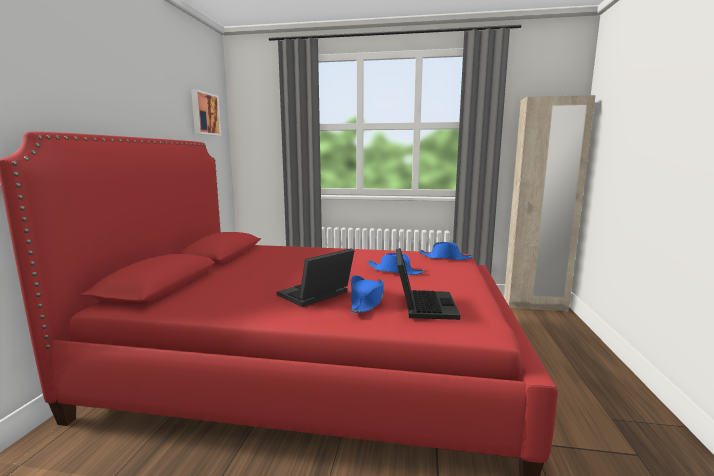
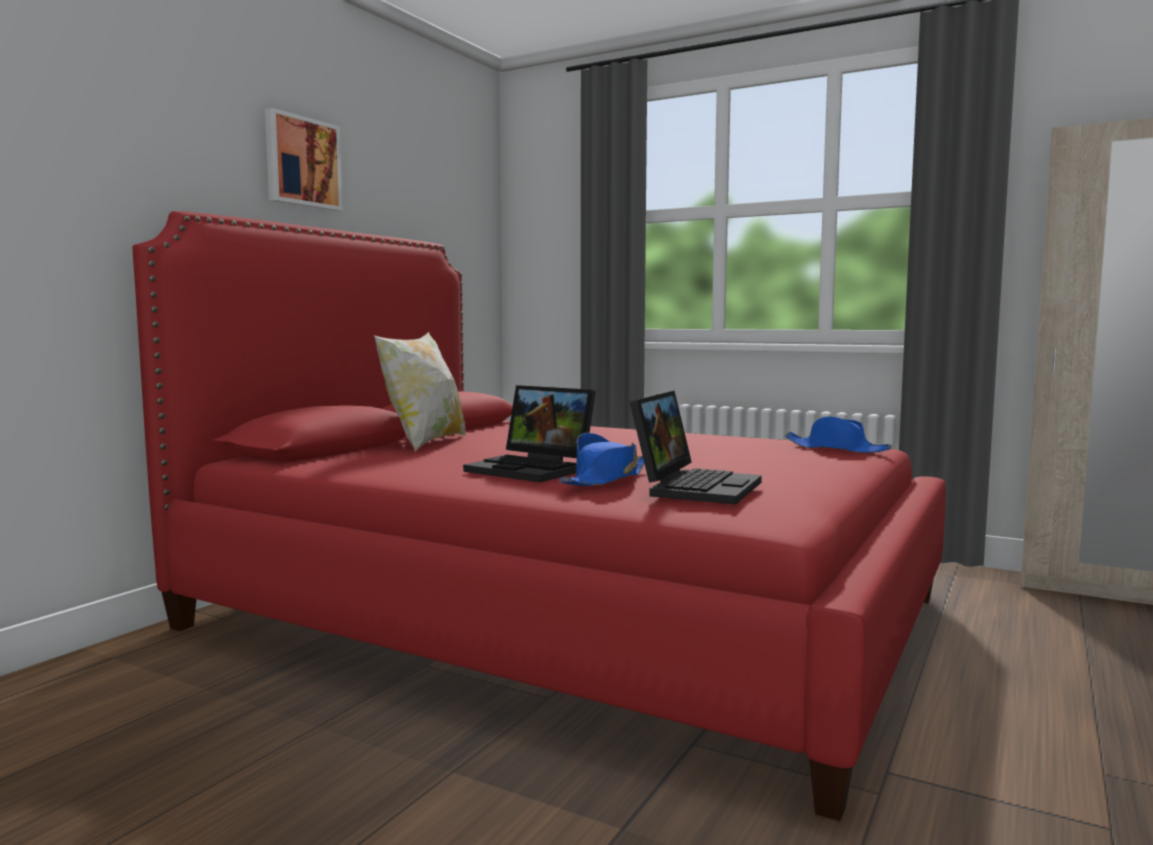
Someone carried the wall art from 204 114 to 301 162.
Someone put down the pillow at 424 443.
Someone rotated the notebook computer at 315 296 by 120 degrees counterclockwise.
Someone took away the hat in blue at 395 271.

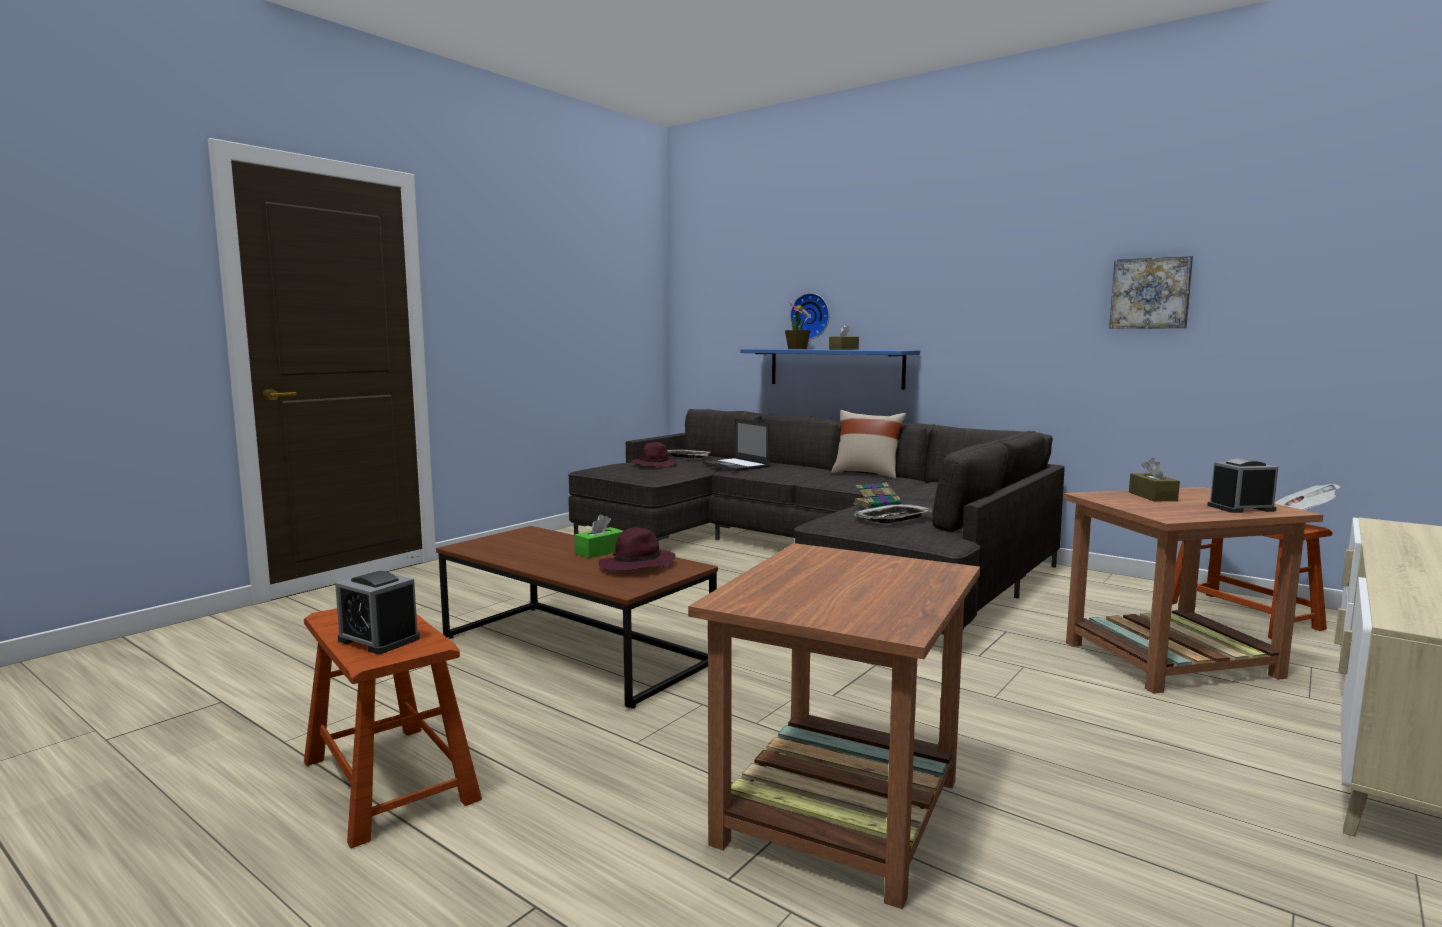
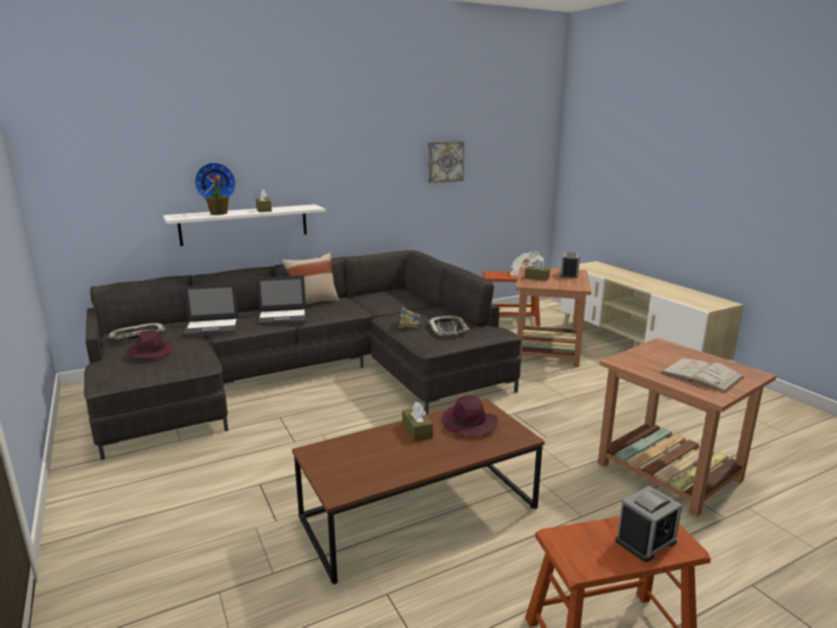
Someone repainted the shelf in blue at 835 368, which became the shelf in white at 244 224.
Someone put down the notebook computer at 283 317.
Someone repainted the box of tissues in green at 600 551, which became the box of tissues in brown at 417 431.
Someone put down the book in white at 701 375.

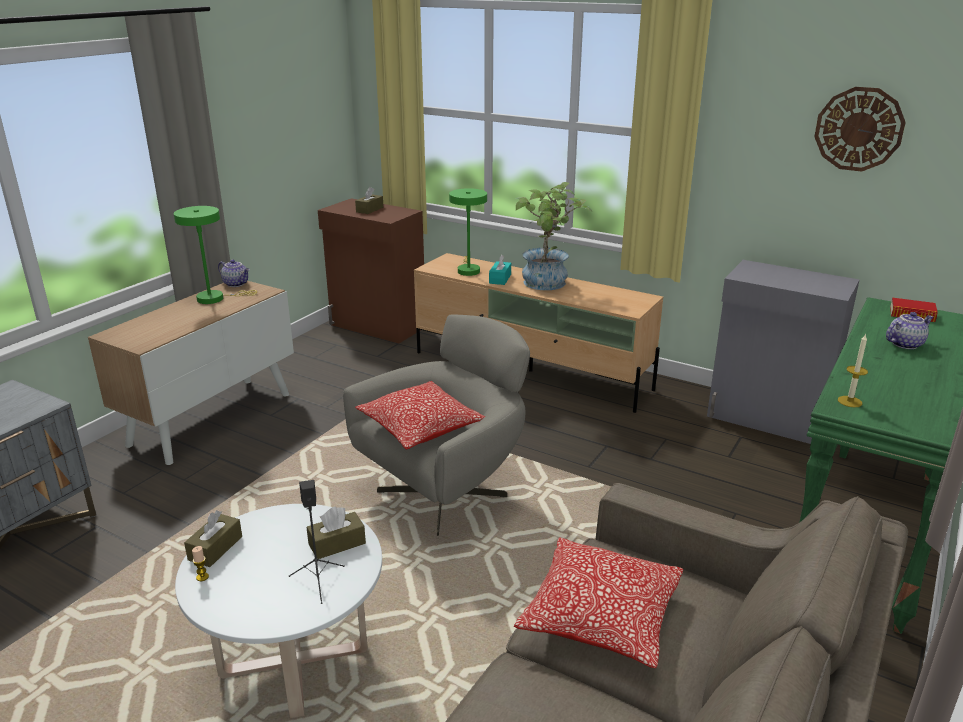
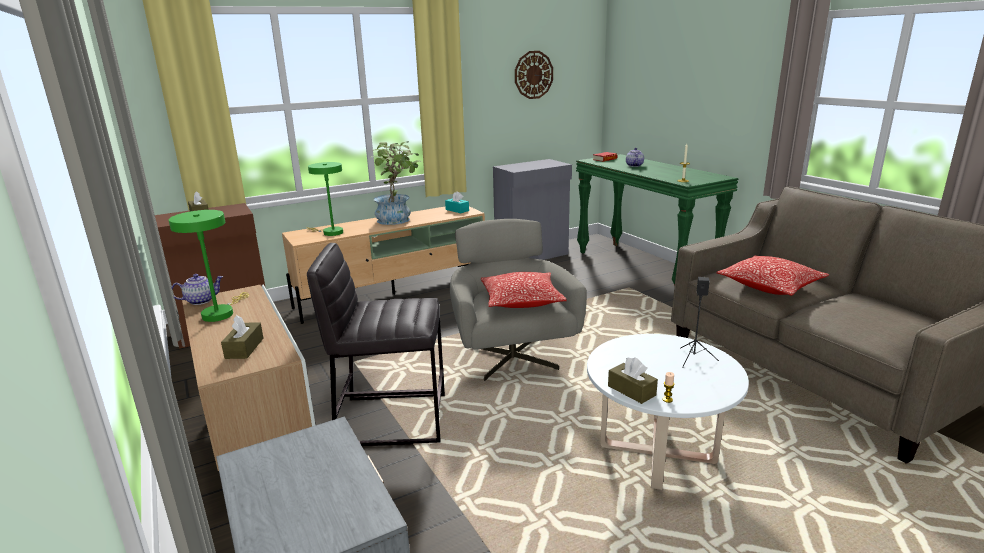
Someone carried the box of tissues in brown from 337 544 to 244 348.
Someone put down the stool seat in gray at 391 418.
Someone carried the box of tissues in turquoise-coloured from 500 279 to 457 210.

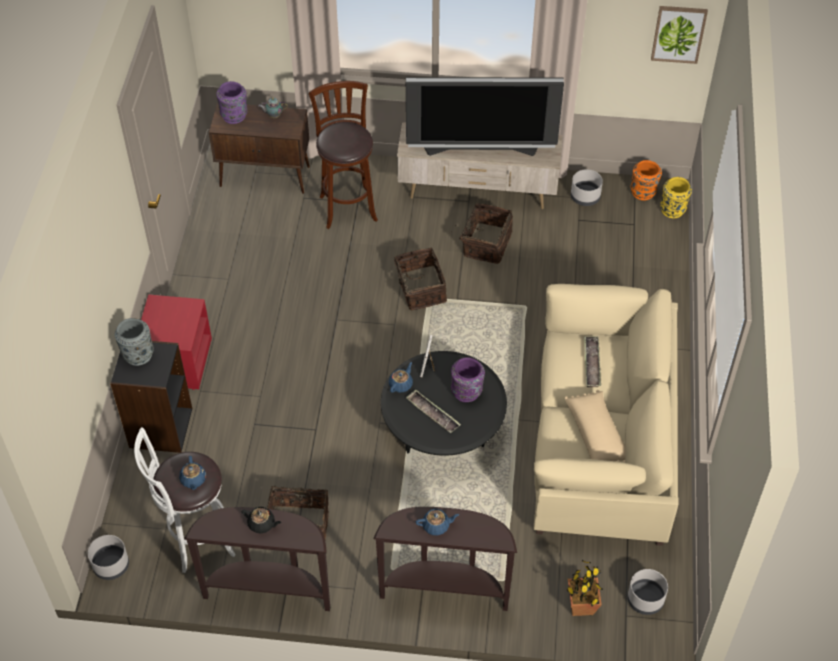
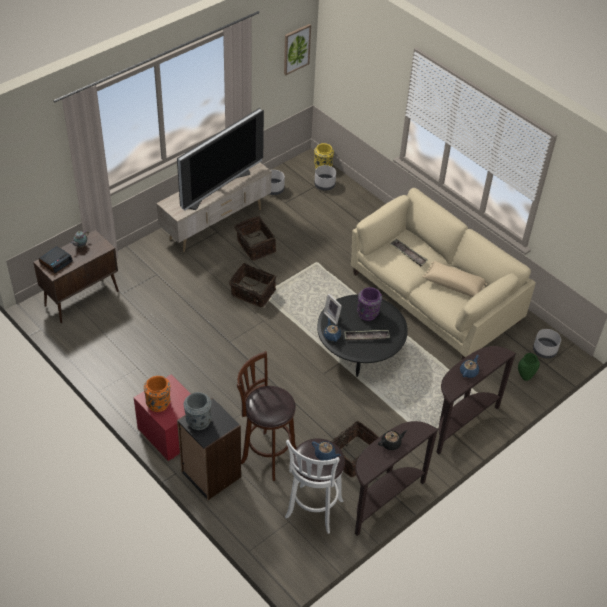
Someone swapped the flower vase in purplish at 234 116 for the alarm clock at 56 262.
Someone carried the flower vase in orangey from 643 192 to 159 403.
Someone carried the stool seat in brown from 347 206 to 266 454.
Someone carried the flower pot in gray from 111 565 to 324 185.
Someone swapped the potted plant at 581 606 for the flower vase in green at 525 377.

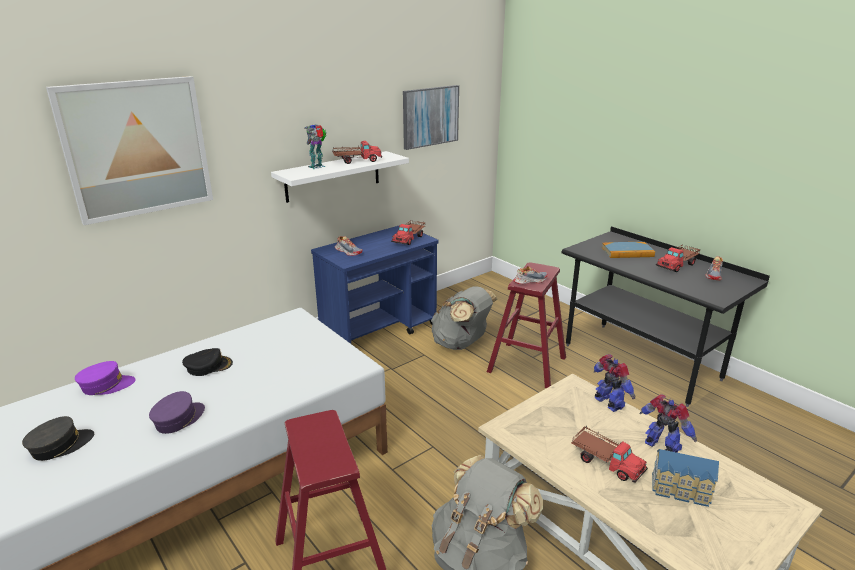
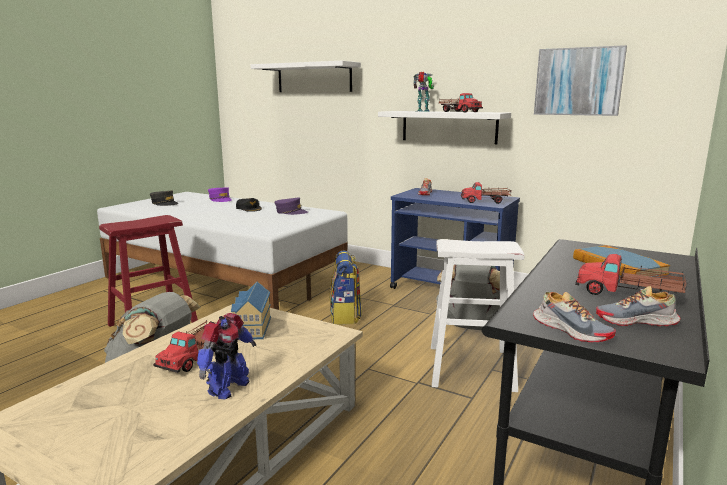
Someone carried the toy house from 681 490 to 251 328.
Someone swapped the wall art at 137 148 for the shelf in white at 314 78.
Someone carried the peaked cap in purplish from 179 419 to 291 212.
Someone put down the rucksack at 345 316.
Someone repainted the stool seat in reddish at 527 364, which became the stool seat in white at 470 367.
Someone carried the shoe from 530 281 to 571 330.
Someone took away the toy robot at 608 403.

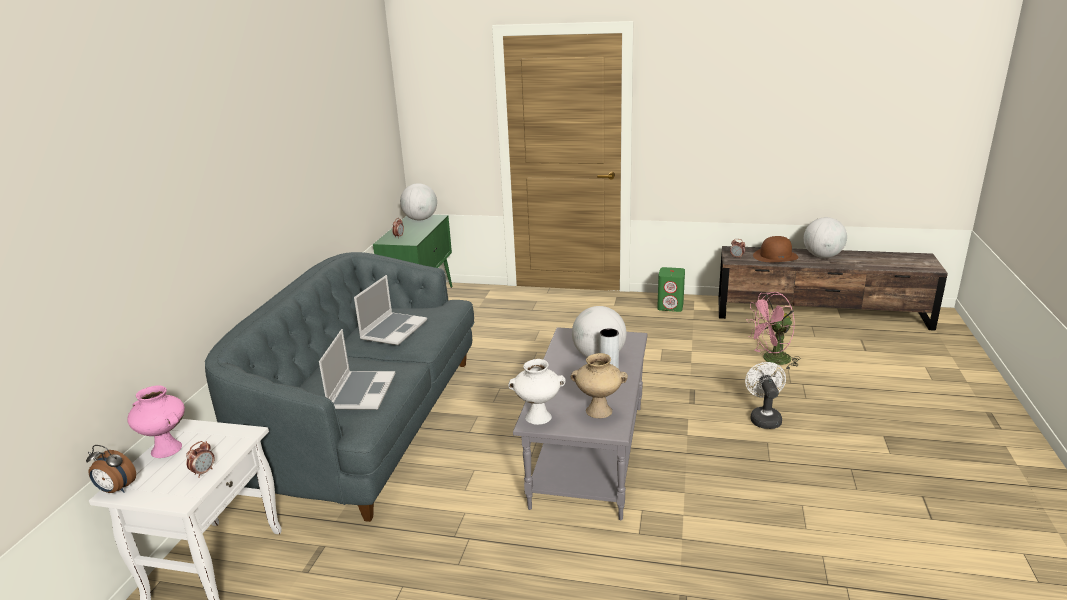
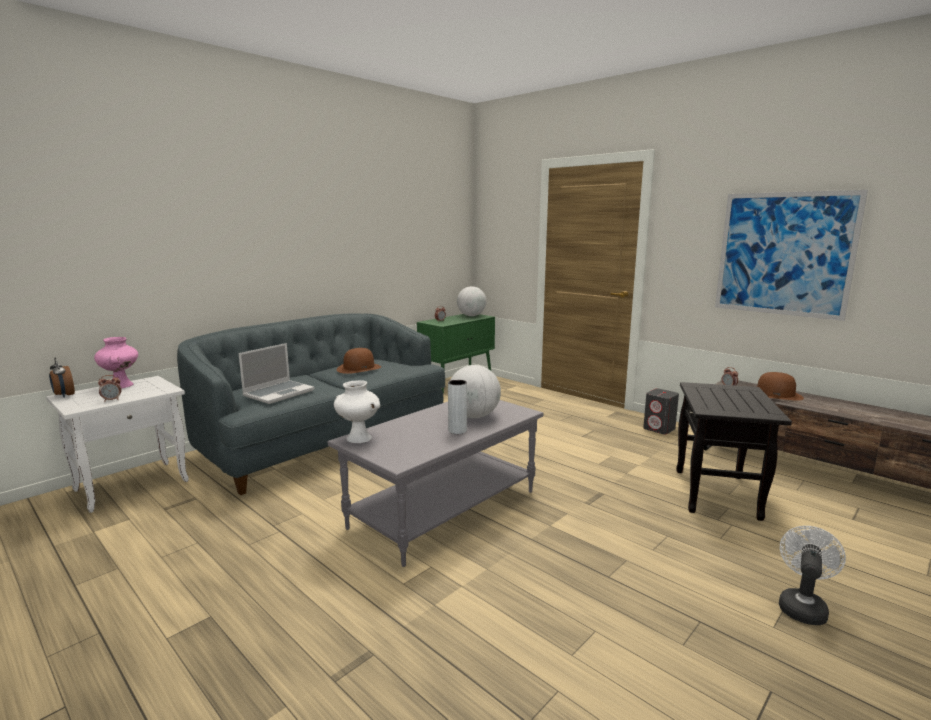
Someone swapped the notebook computer at 393 329 for the hat in brown at 359 368.
Someone repainted the audio speaker in green at 670 306, which became the audio speaker in gray at 659 429.
Someone swapped the fan in pink-coloured at 771 360 for the end table in blackish at 718 495.
Someone put up the wall art at 784 254.
Someone carried the fan in white from 764 418 to 802 606.
Someone took away the flower vase in beige at 598 411.
Someone took away the world globe at 822 256.

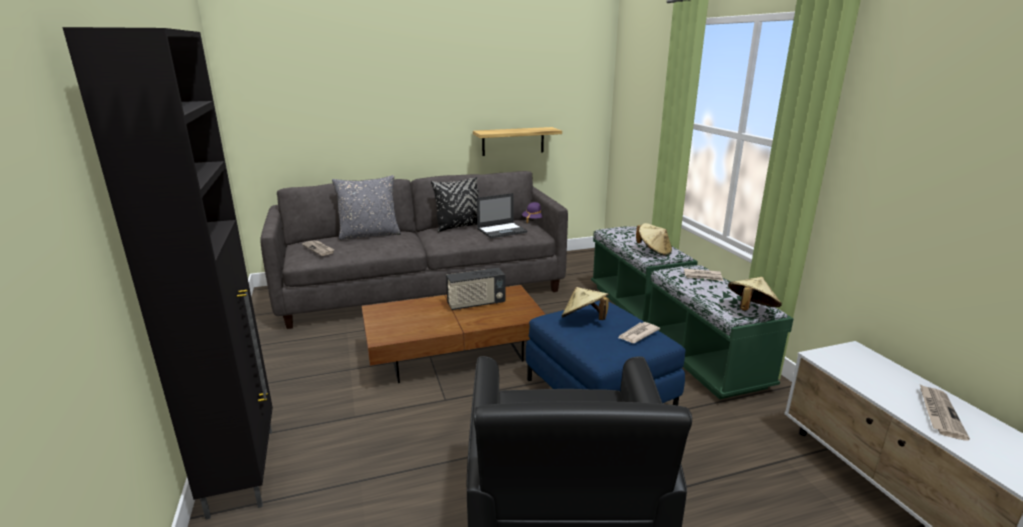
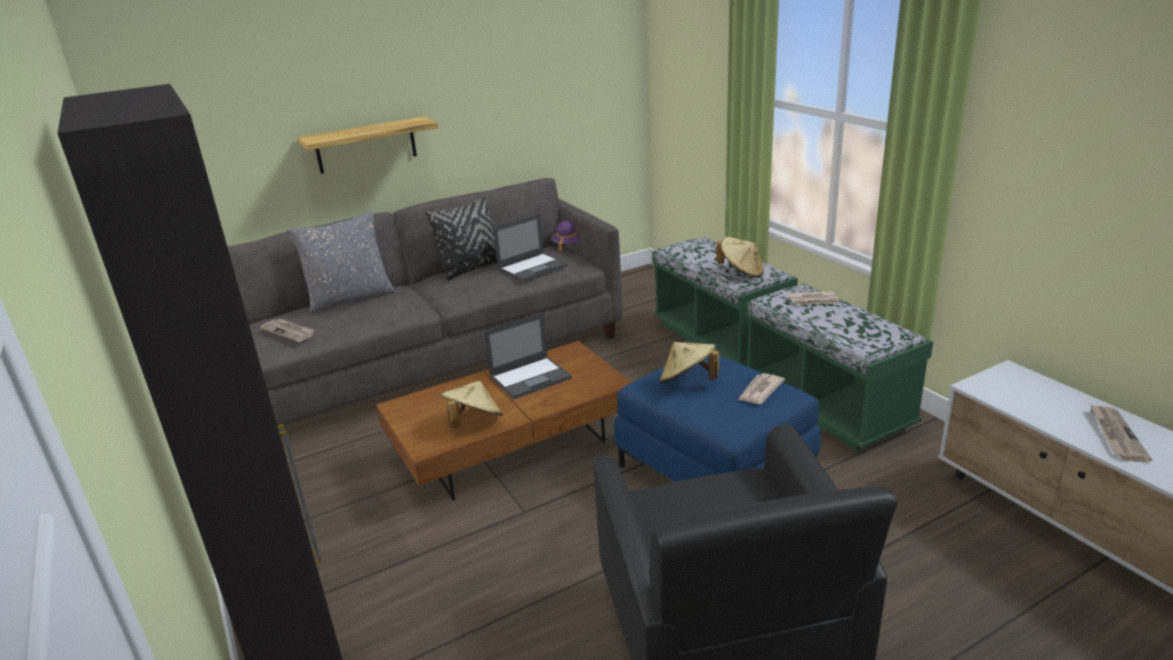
Someone carried the shelf from 513 141 to 366 145.
Someone carried the hat in beige from 750 310 to 473 422.
Someone swapped the radio set at 476 304 for the notebook computer at 531 377.

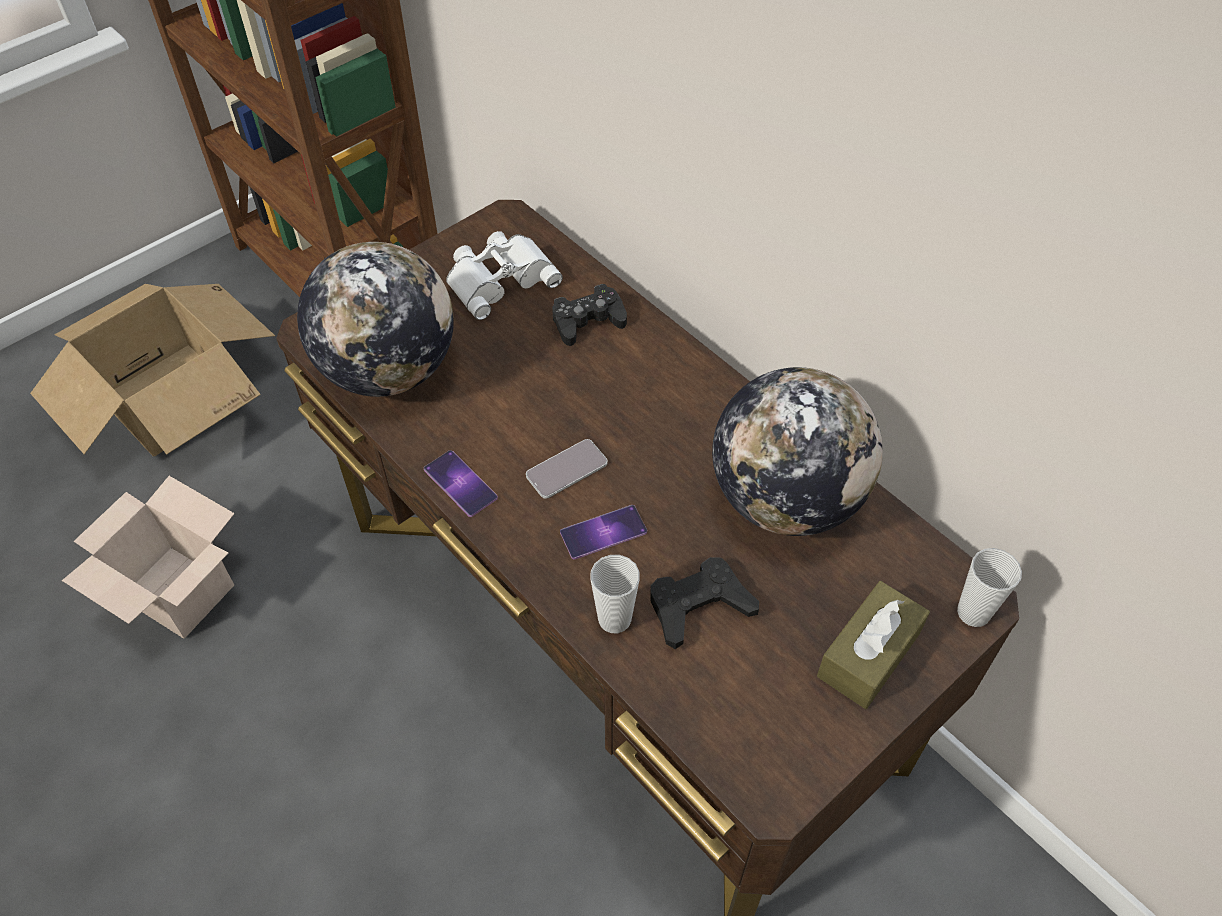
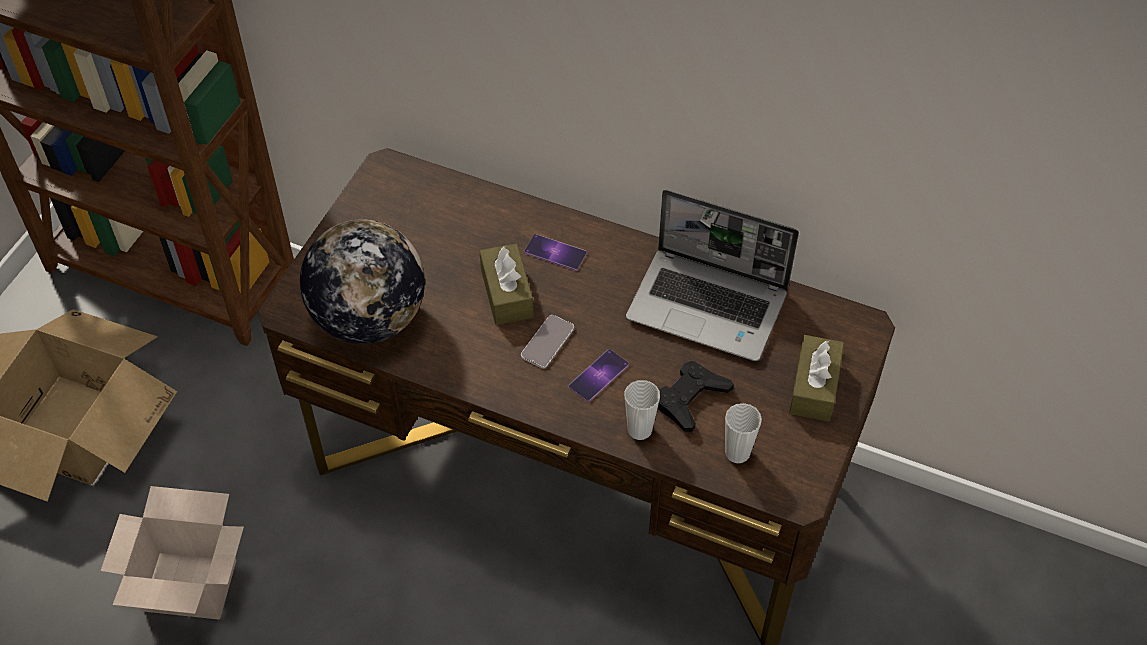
Someone put down the box of tissues in brown at 506 293.
Someone carried the handset from 460 483 to 555 252.
Someone swapped the world globe at 785 499 for the notebook computer at 709 306.
Someone carried the cup from 973 613 to 737 453.
Someone took away the binoculars in white at 499 278.
Someone took away the joypad in blackish at 588 321.

